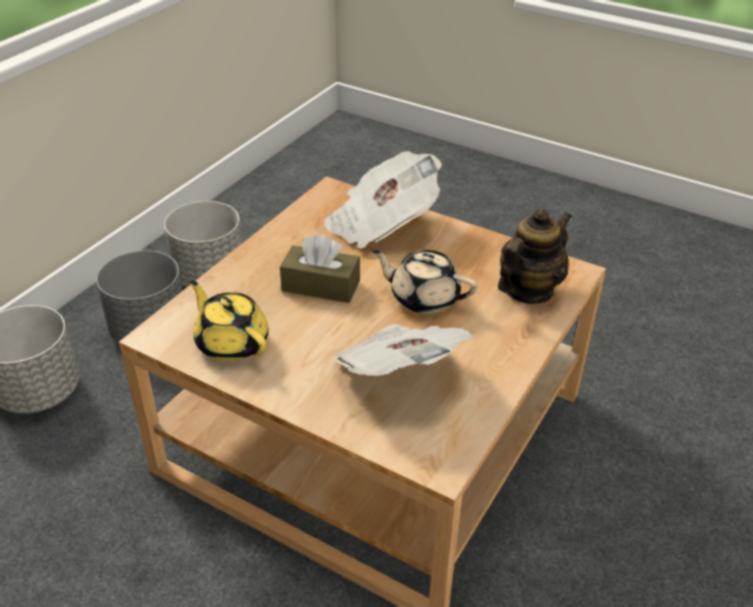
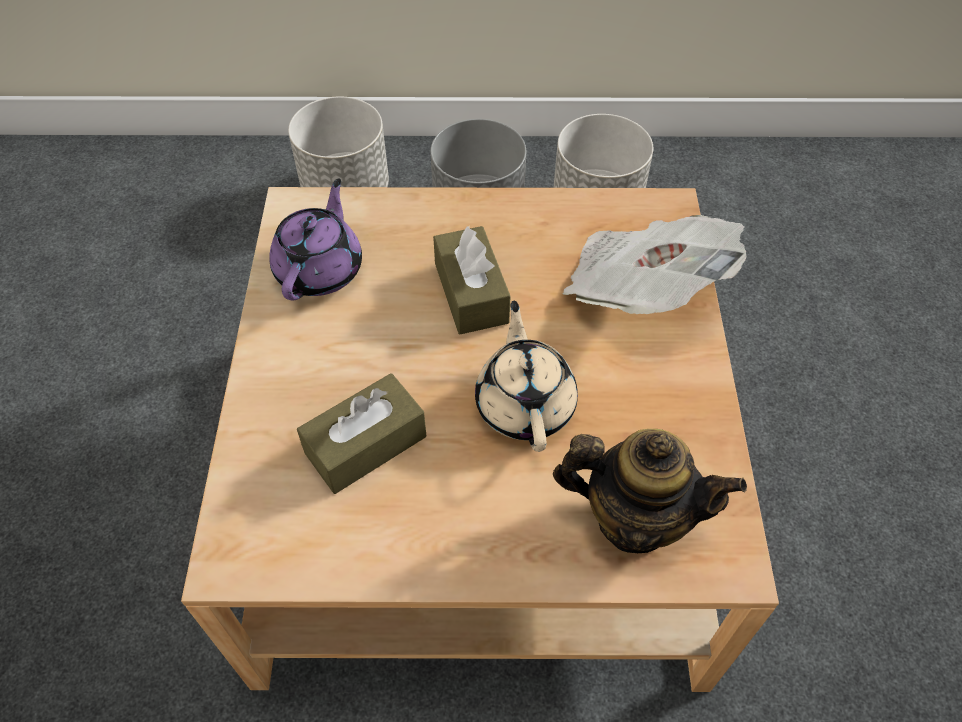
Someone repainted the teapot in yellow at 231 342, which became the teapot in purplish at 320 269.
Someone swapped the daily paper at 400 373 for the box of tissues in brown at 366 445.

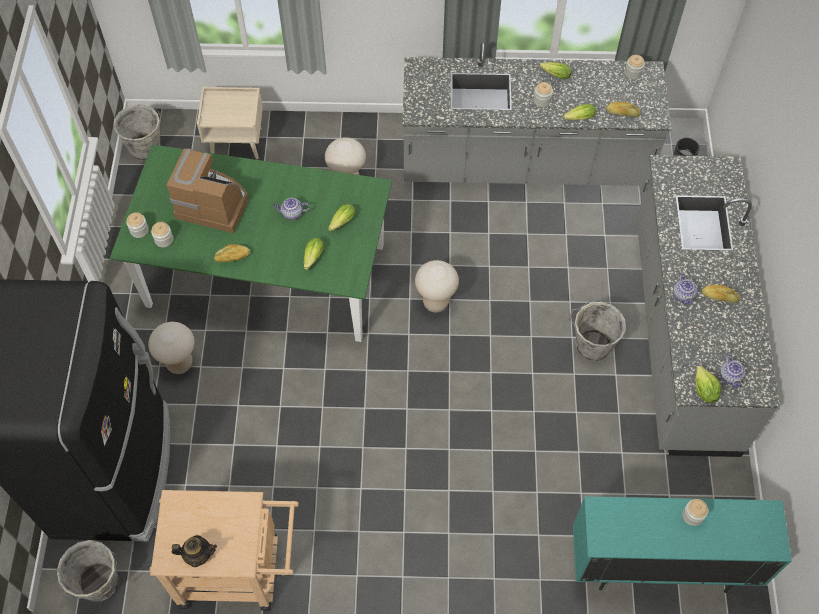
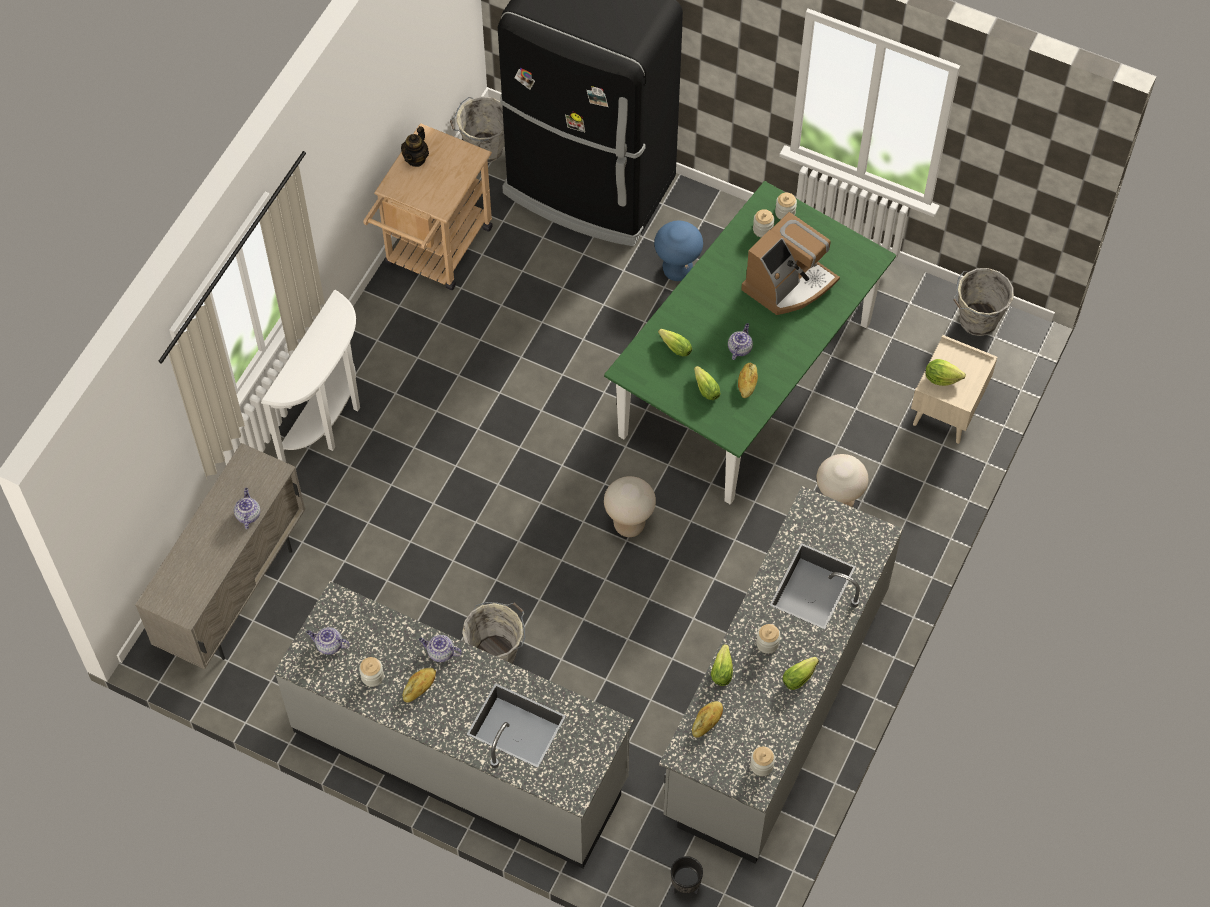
Someone repainted the storage cabinet in turquoise-coloured at 659 566, which became the storage cabinet in beige at 235 593.
Someone put down the teapot at 248 514.
Someone put down the console table in white at 329 420.
Someone carried the jar from 692 516 to 372 676.
Someone repainted the stool seat in beige at 179 363, which became the stool seat in blue at 677 271.
Someone carried the bread from 232 257 to 747 383.
Someone carried the head of lettuce from 704 391 to 941 378.

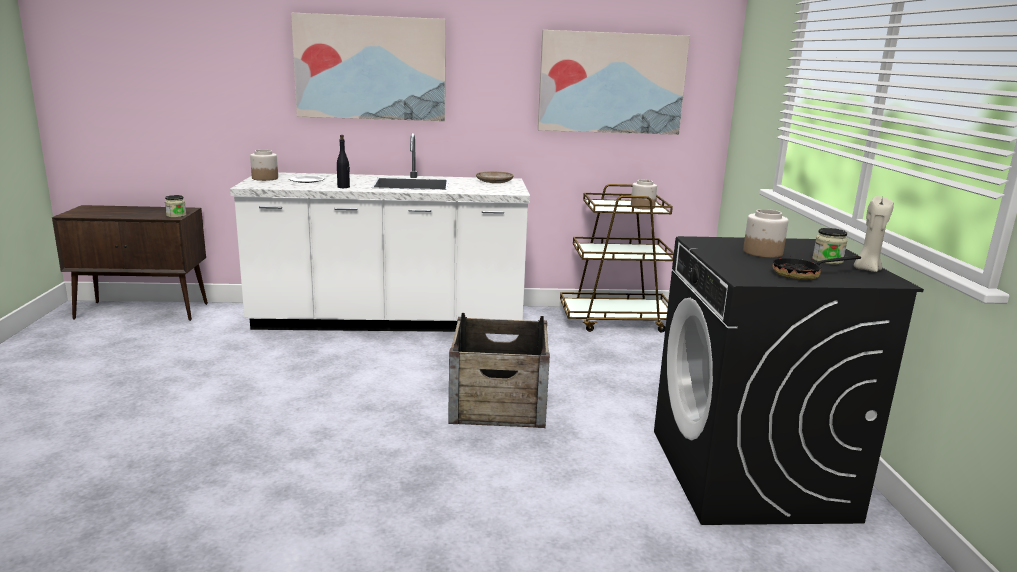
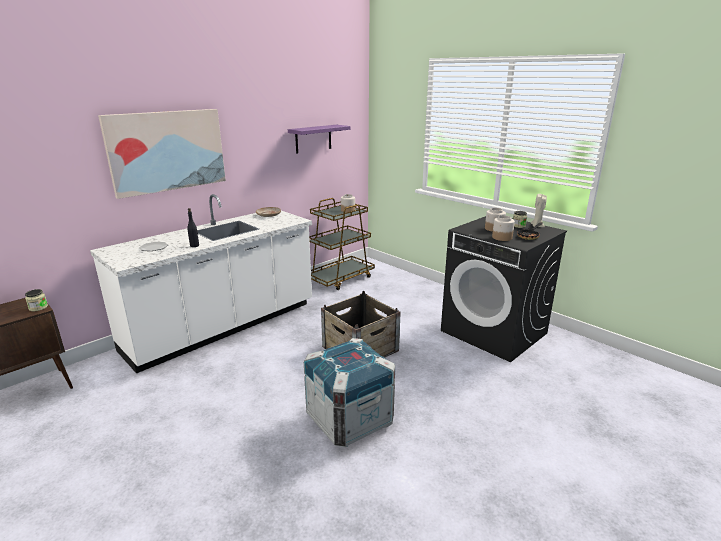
Someone swapped the wall art at 611 83 for the shelf in purplish at 313 139.
Someone put down the crate at 349 419.
Someone carried the jar from 264 178 to 501 237.

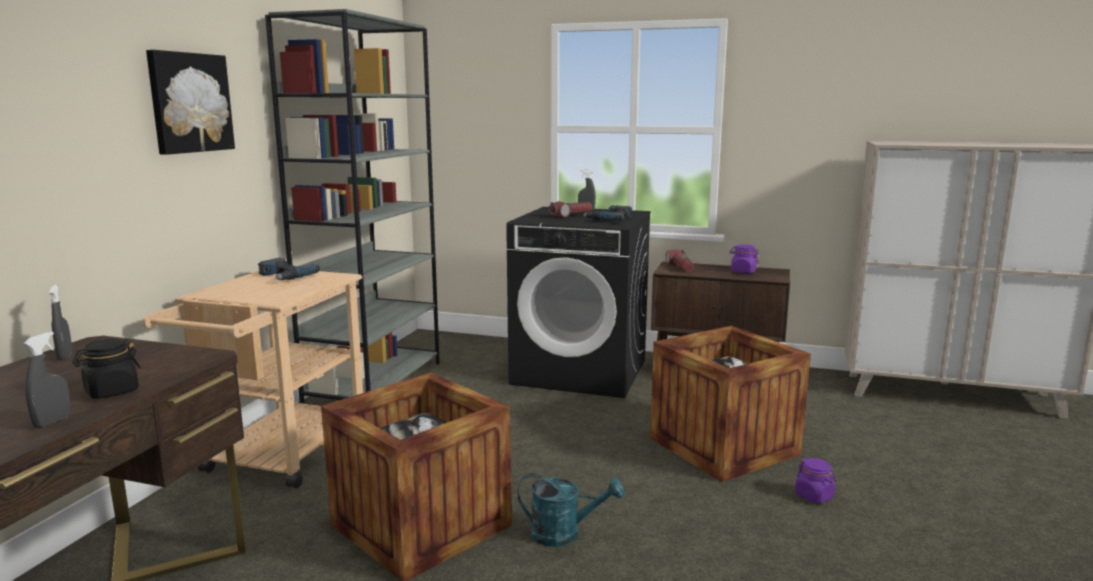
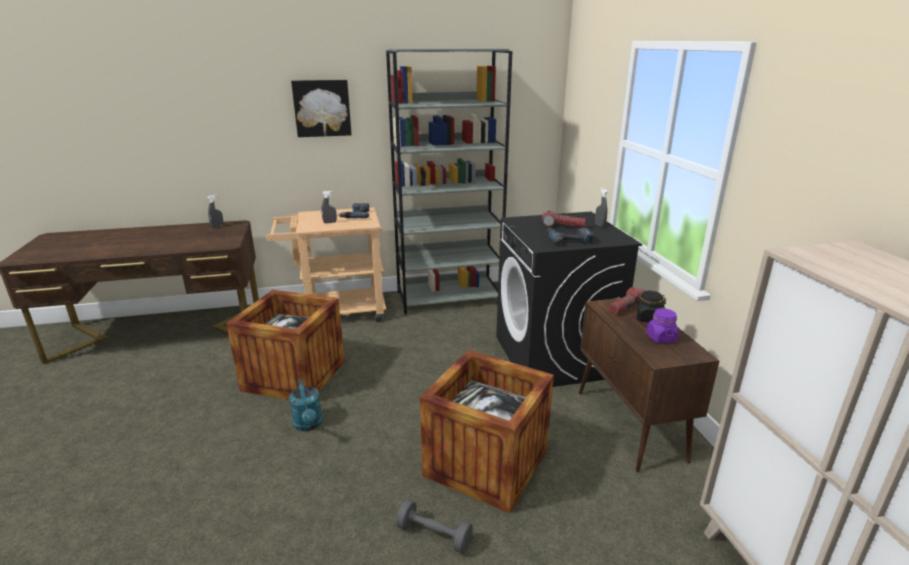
Someone carried the sprayer in gray from 52 422 to 330 222.
Someone swapped the jar in purplish at 814 496 for the dumbbell in gray at 434 535.
Someone carried the jar in blackish from 111 391 to 647 318.

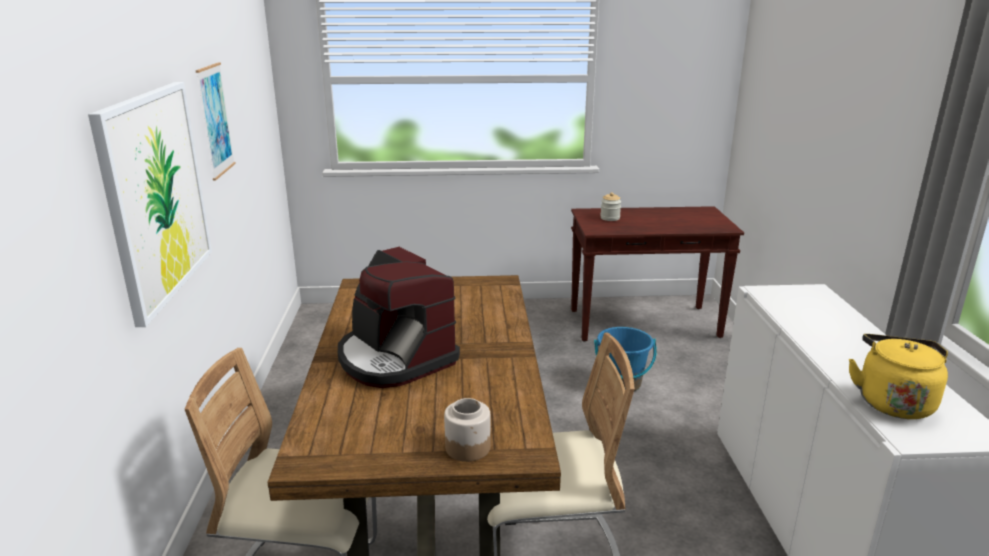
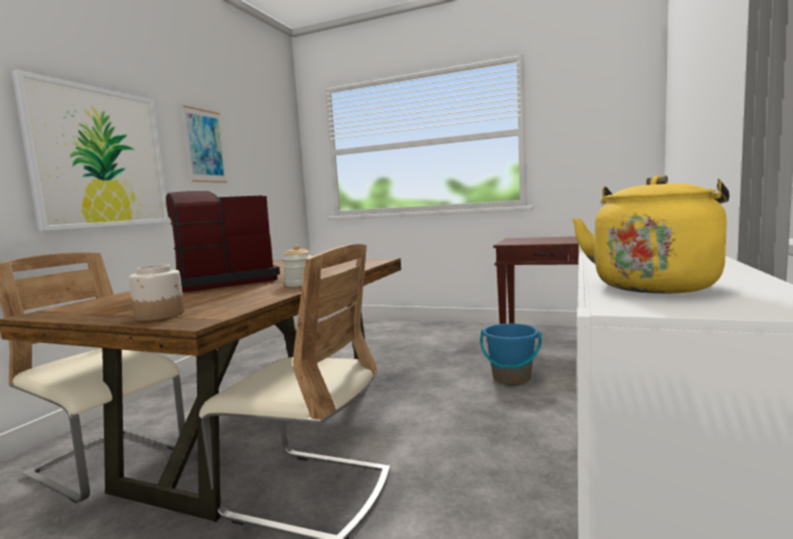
Someone rotated the coffee brewer at 395 358 by 75 degrees clockwise.
Someone carried the jar from 610 218 to 299 284.

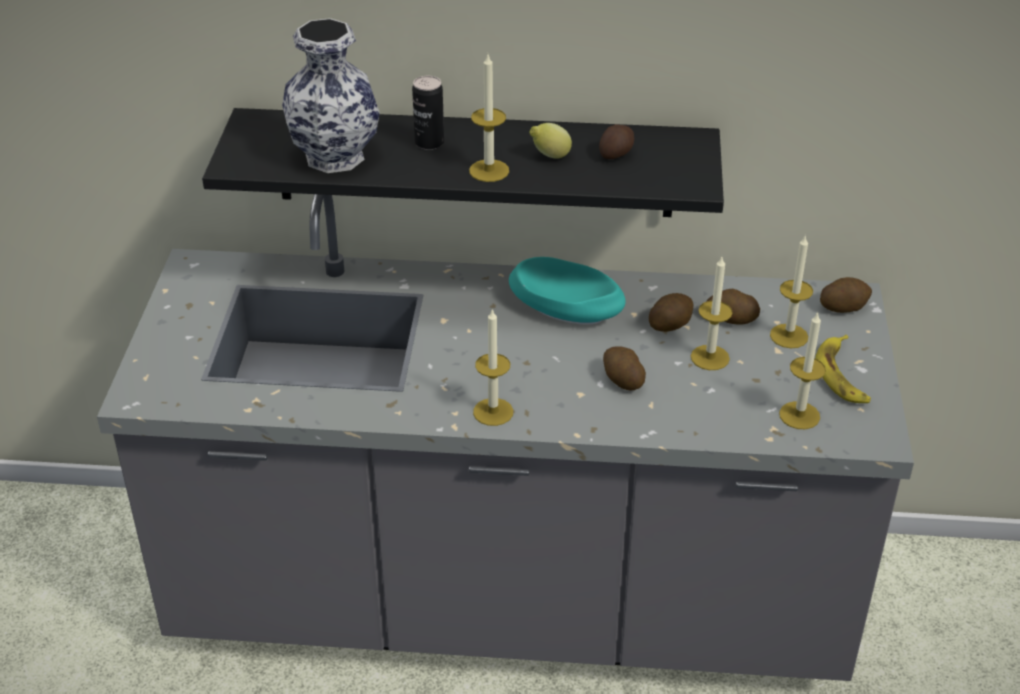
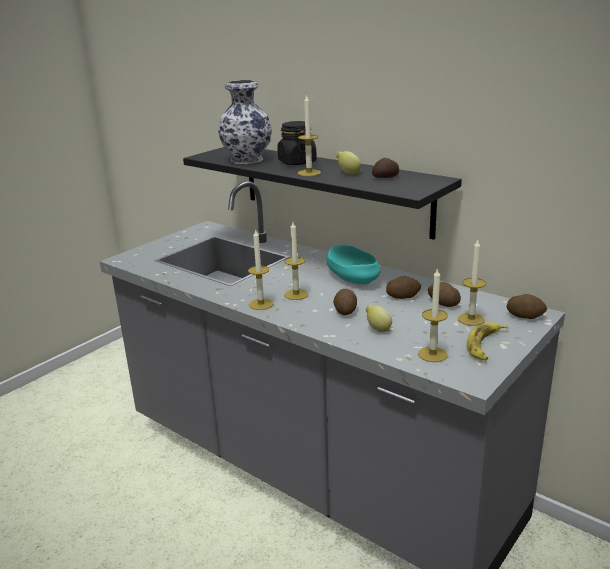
Someone swapped the sealed can at 429 143 for the jar in blackish at 297 162.
Someone carried the wax candle from 710 357 to 296 294.
Someone put down the whole lemon at 378 329.

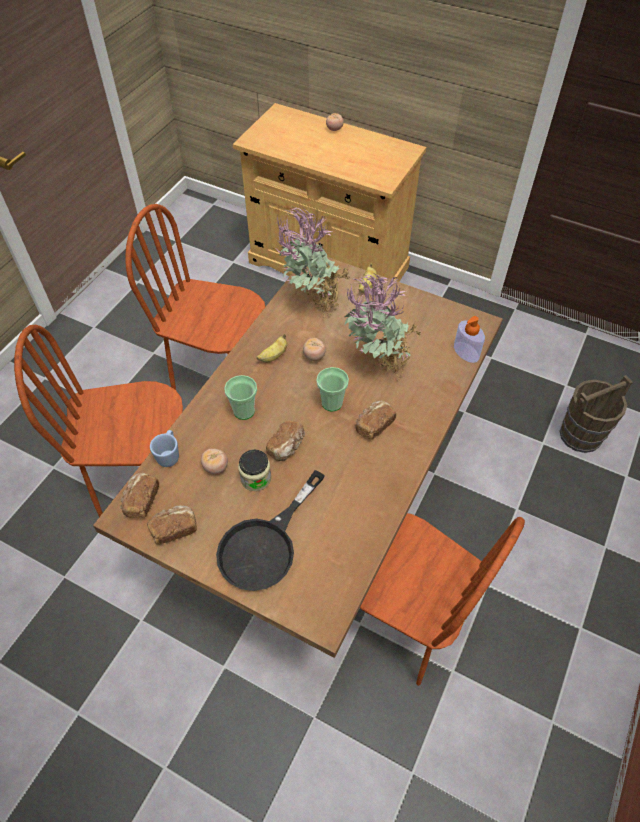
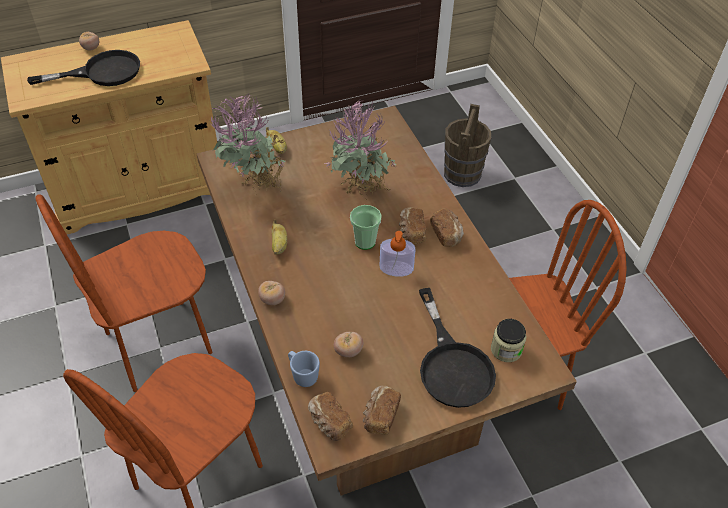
Someone put down the frying pan in blackish at 102 72.
Someone carried the tomato from 314 356 to 272 300.
Someone carried the liquid soap bottle from 466 352 to 396 268.
Someone carried the bread from 287 447 to 446 234.
Someone carried the jar from 256 478 to 506 349.
Someone took away the cup at 244 411.

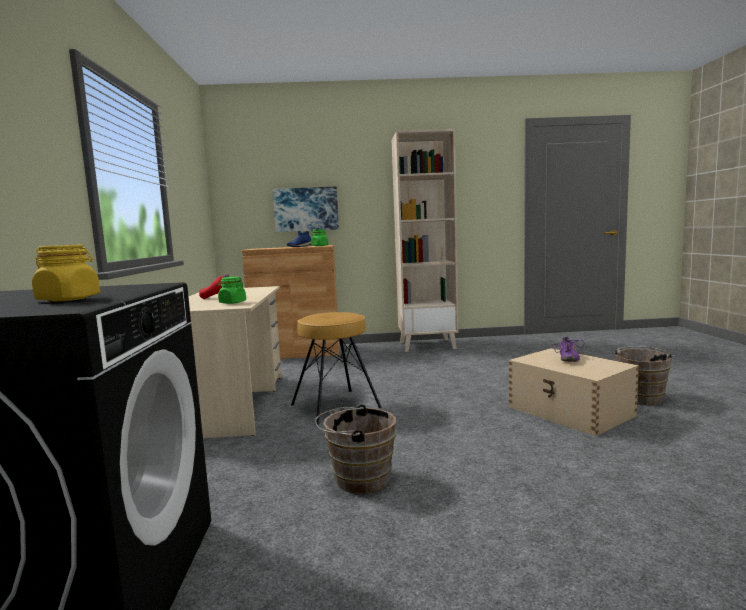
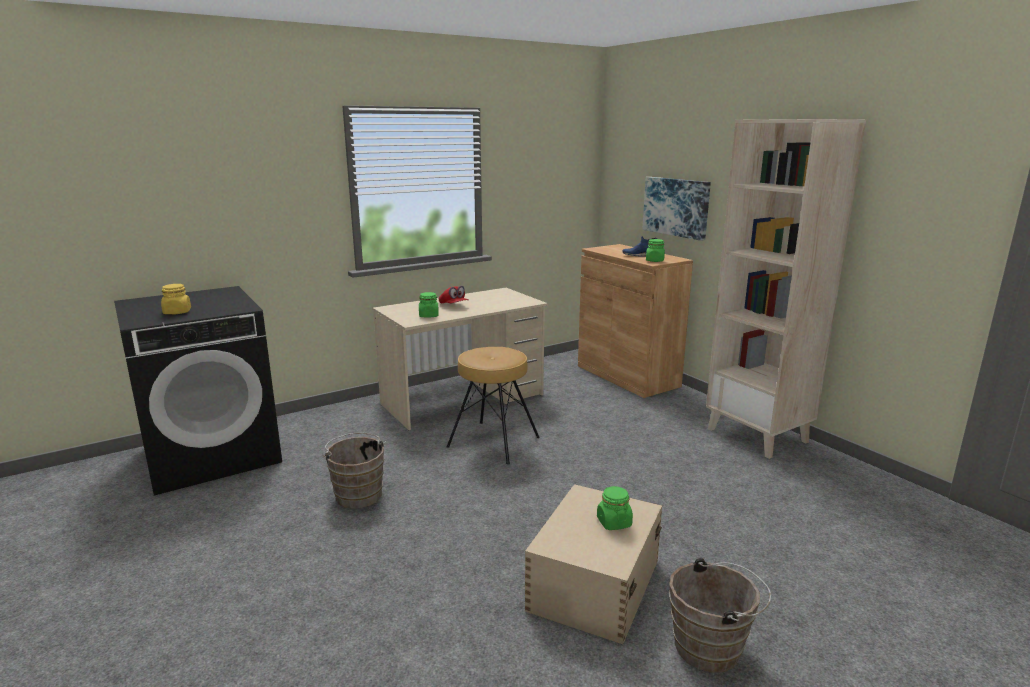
Someone swapped the shoe in purplish at 567 358 for the jar in green at 613 522.

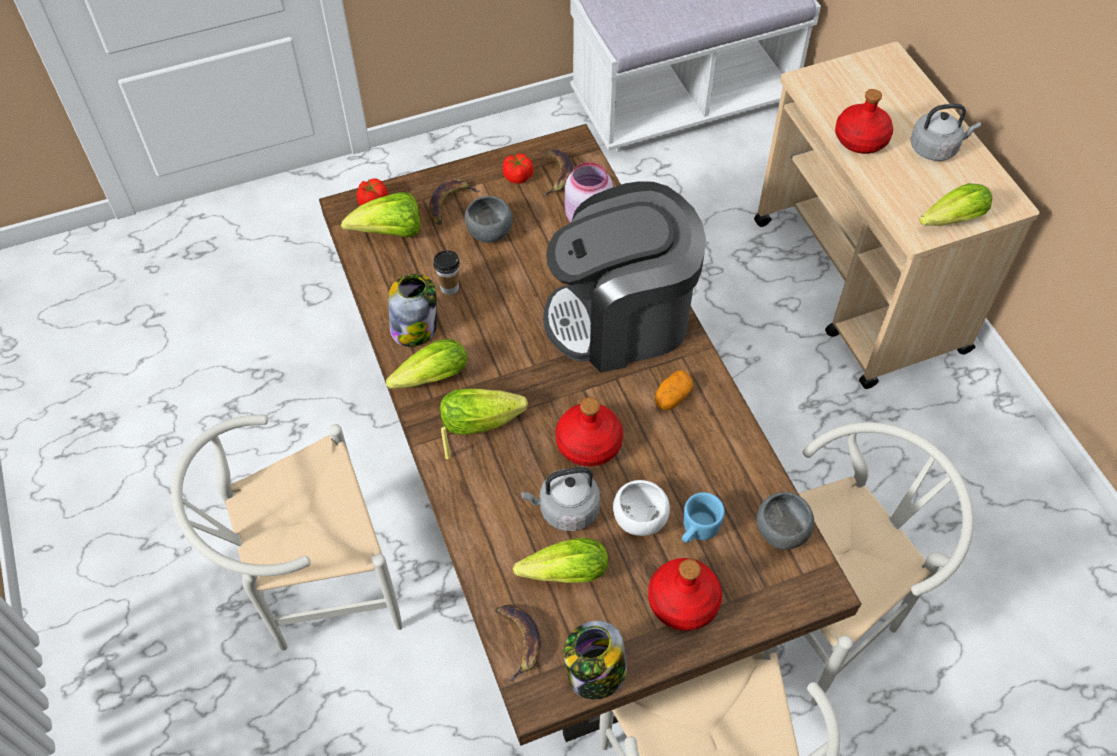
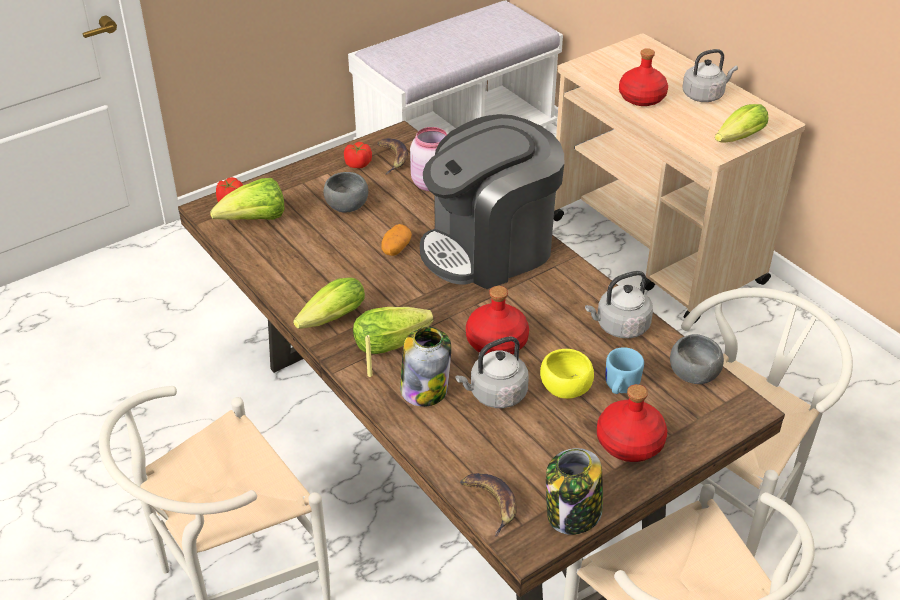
Someone carried the whole potato from 672 397 to 396 248.
Someone carried the jar from 415 327 to 424 389.
Someone repainted the deep dish in white at 639 519, which became the deep dish in yellow at 565 389.
Someone put down the tea kettle in gray at 619 327.
Someone took away the banana fruit at 449 203.
Someone took away the cup at 449 288.
Someone took away the head of lettuce at 560 573.

